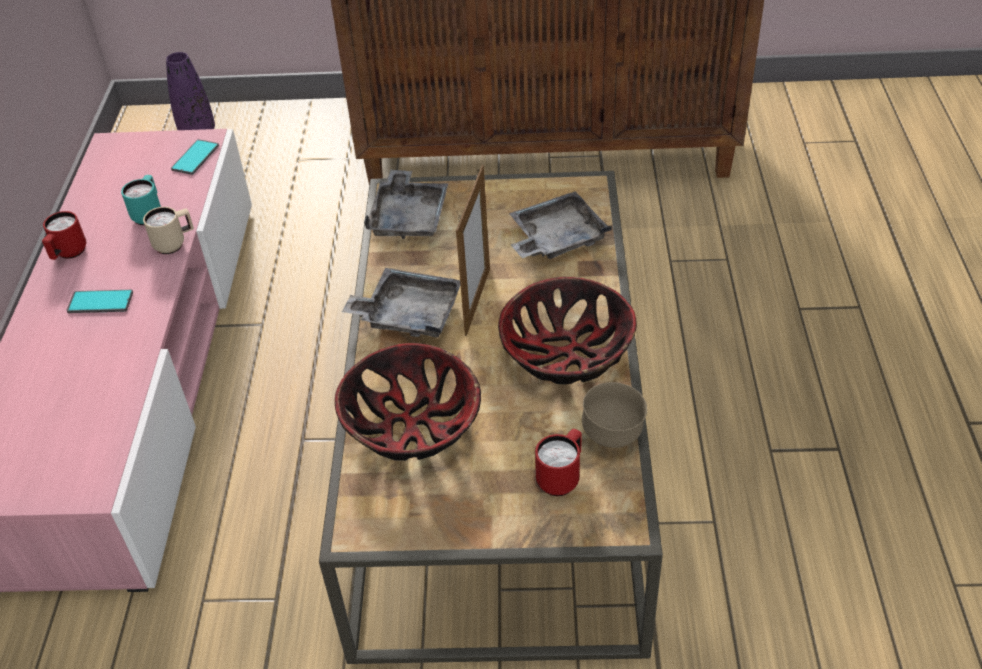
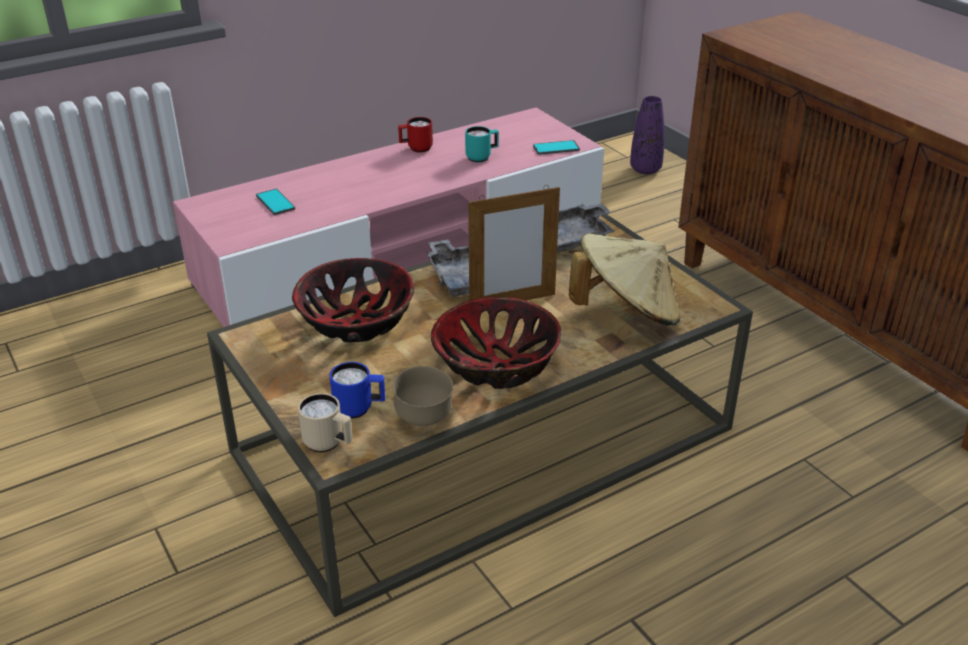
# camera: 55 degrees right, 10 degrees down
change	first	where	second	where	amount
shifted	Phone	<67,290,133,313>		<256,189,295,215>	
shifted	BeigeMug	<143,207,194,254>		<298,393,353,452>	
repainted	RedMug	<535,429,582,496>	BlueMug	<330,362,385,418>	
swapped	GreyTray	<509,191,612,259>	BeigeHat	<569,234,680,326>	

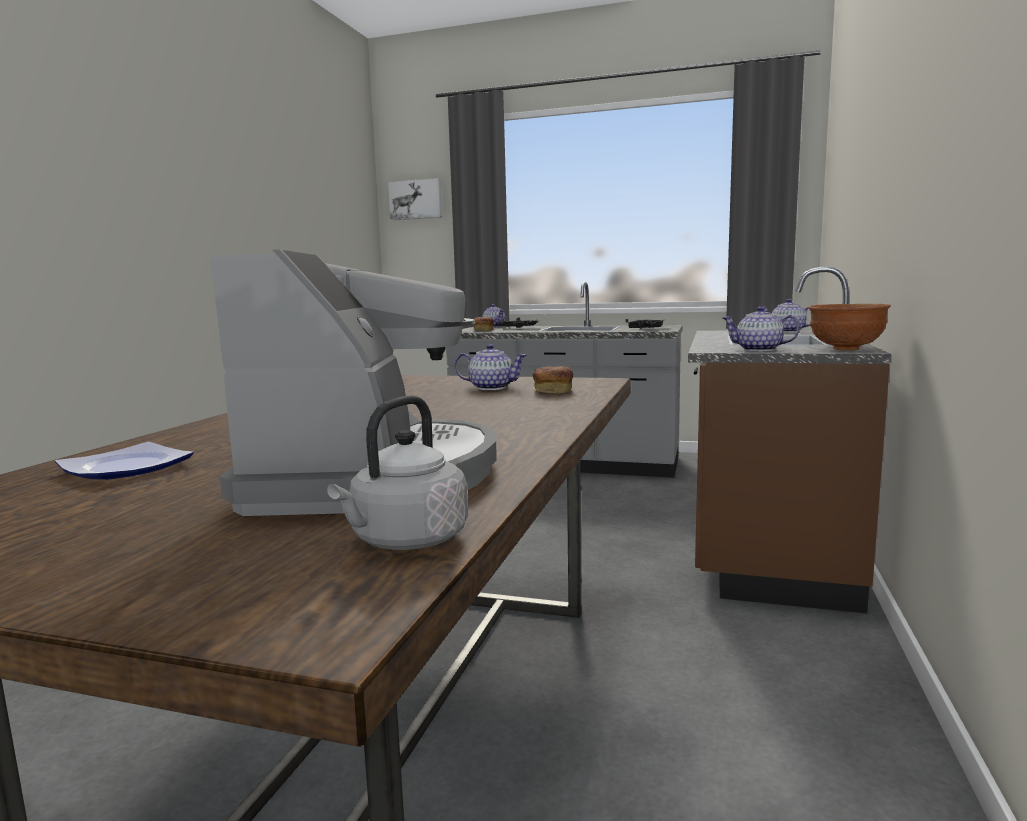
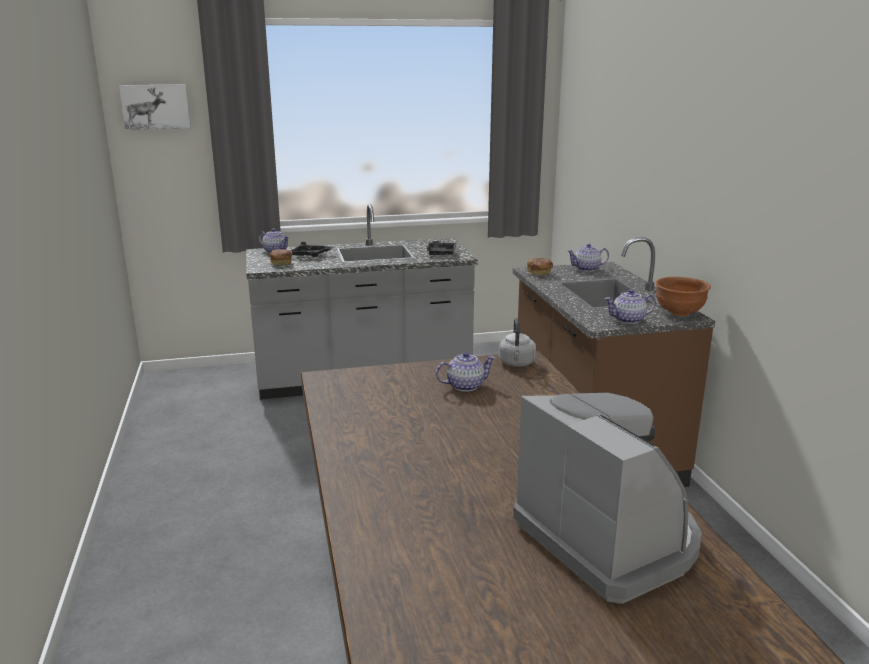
# camera: 30 degrees left, 10 degrees up
change	first	where	second	where	amount
shifted	GreyKettle	<327,395,468,550>		<499,318,536,367>	
shifted	Bread	<533,366,573,394>		<527,258,553,275>	
gone	Plate	<55,442,194,480>			

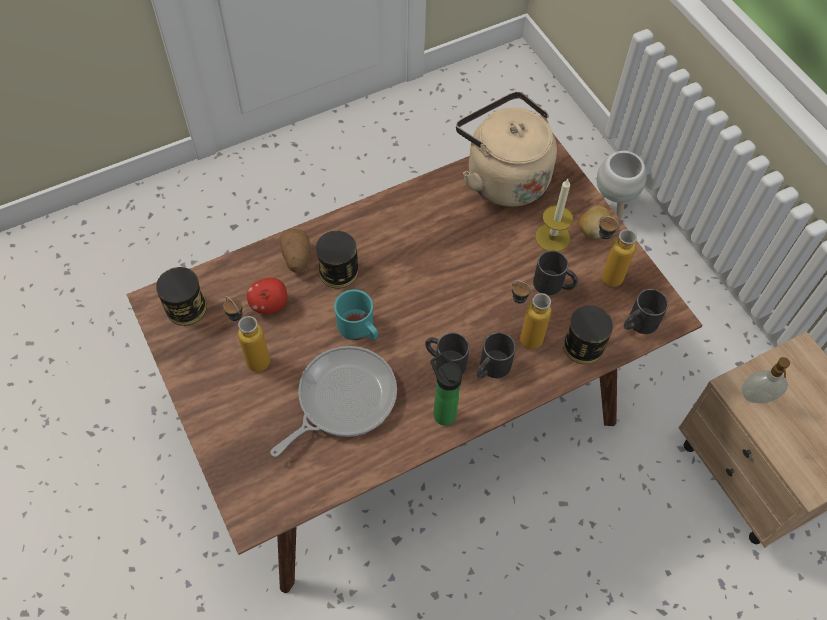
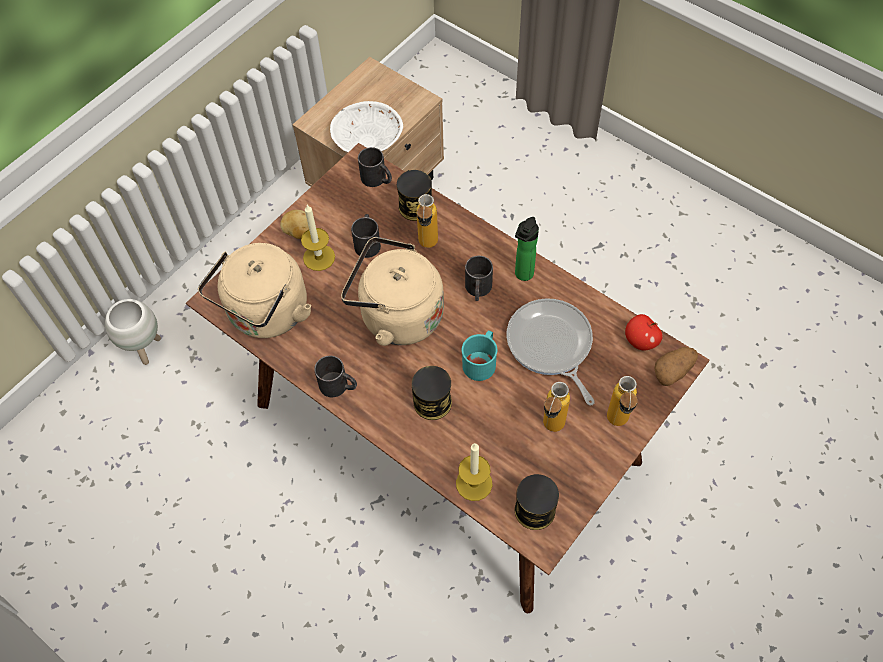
# camera: 110 degrees left, 0 degrees up
change	first	where	second	where	amount
shifted	BlackMug	<477,332,516,379>		<314,356,357,397>	
swapped	SoapDispenser	<742,357,790,403>	WhiteBowl	<330,101,403,152>	
new			BeigeKettle	<341,237,444,346>	
new			Candle	<456,444,492,501>	
rotated	FryingPan	<270,346,397,457>		<506,298,595,406>	45 degrees clockwise
shifted	Bottle	<599,216,637,287>		<607,376,638,426>	
shifted	Apple	<247,278,288,314>		<625,314,663,350>	
shifted	Potato	<280,228,310,273>		<655,347,698,386>	

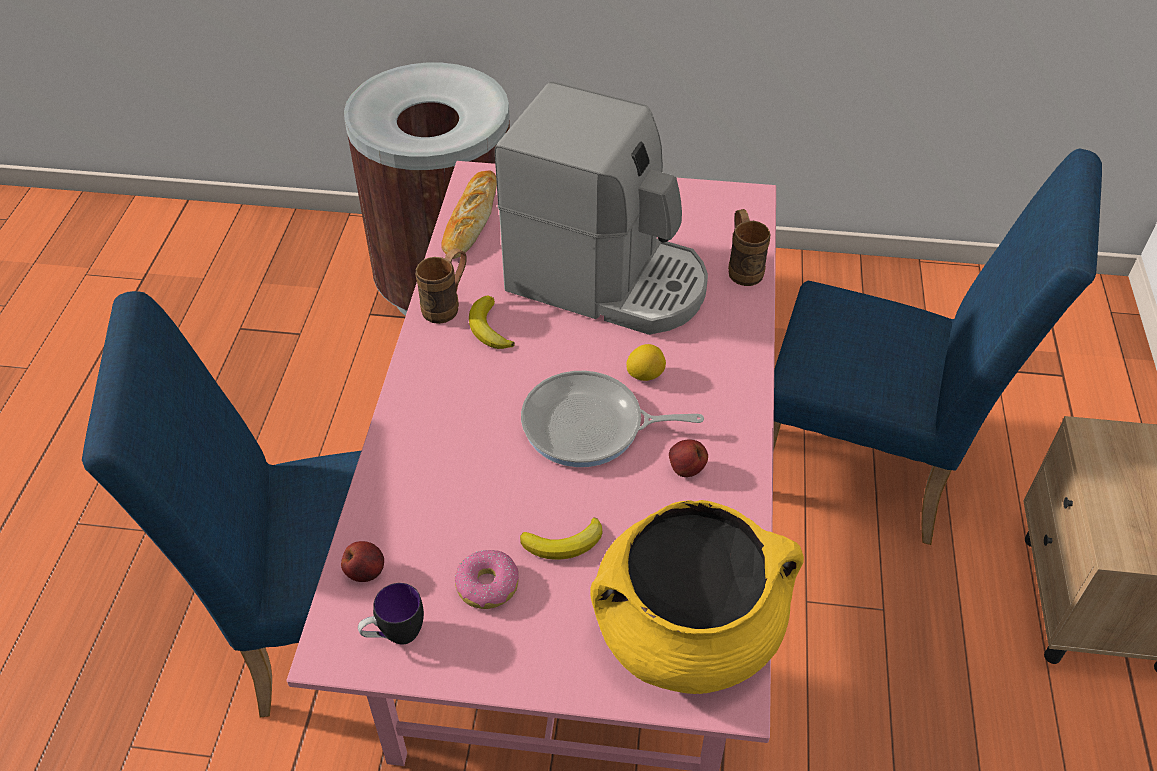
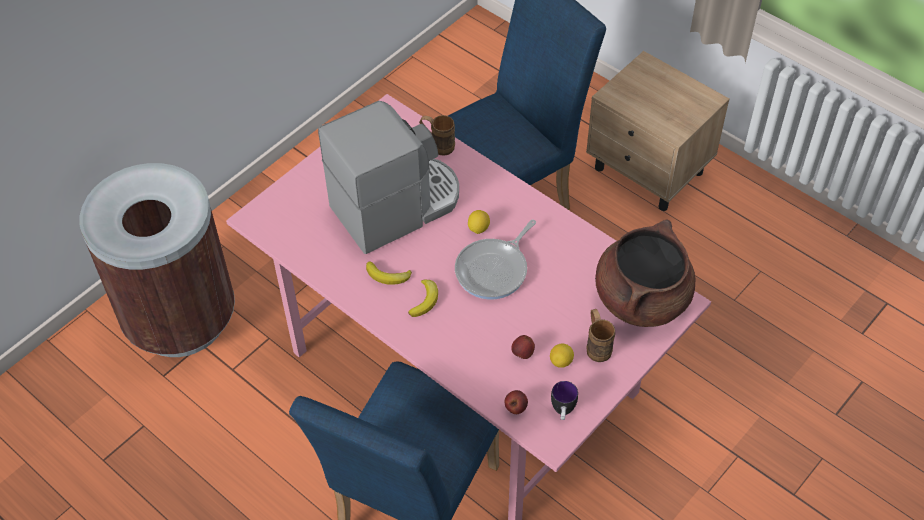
# camera: 55 degrees left, 5 degrees up
change	first	where	second	where	amount
shifted	Banana	<520,517,603,560>		<408,280,438,317>	
shifted	Apple	<669,439,708,477>		<511,335,535,359>	
swapped	Donut	<455,550,519,609>	Lemon	<550,344,574,368>	
shifted	BrownMug	<415,248,467,324>		<587,309,615,362>	
repainted	YellowCookingPot	<590,500,804,694>	BrownCookingPot	<595,219,695,327>	
gone	Bread	<442,170,497,259>			

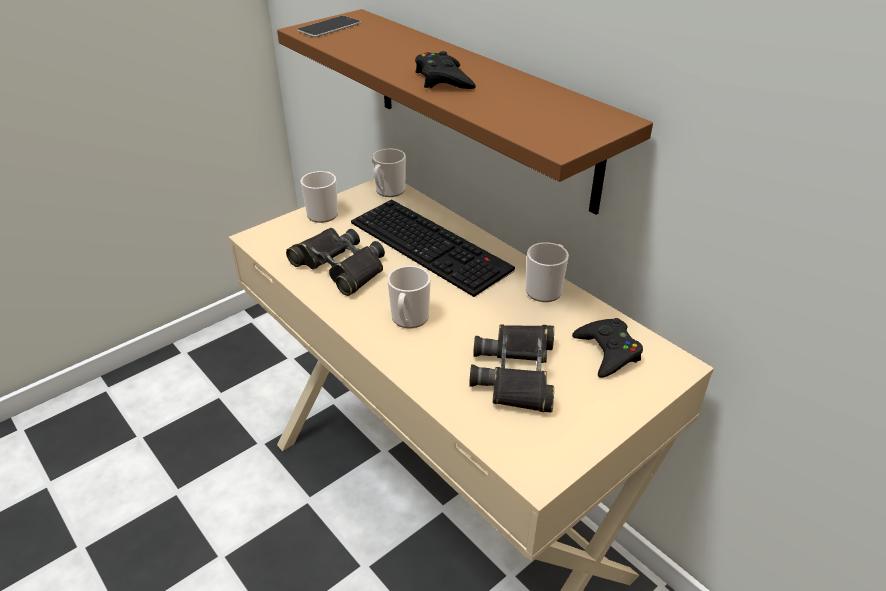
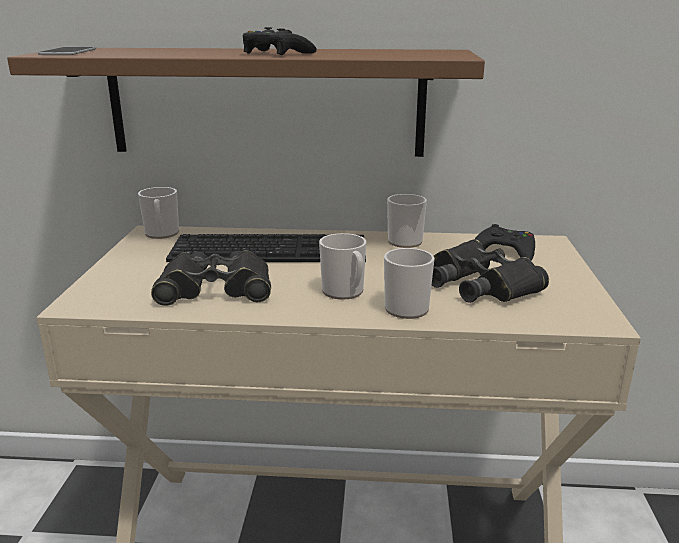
# camera: 45 degrees left, 15 degrees down
change	first	where	second	where	amount
shifted	Mug	<300,171,338,223>		<384,248,435,319>	

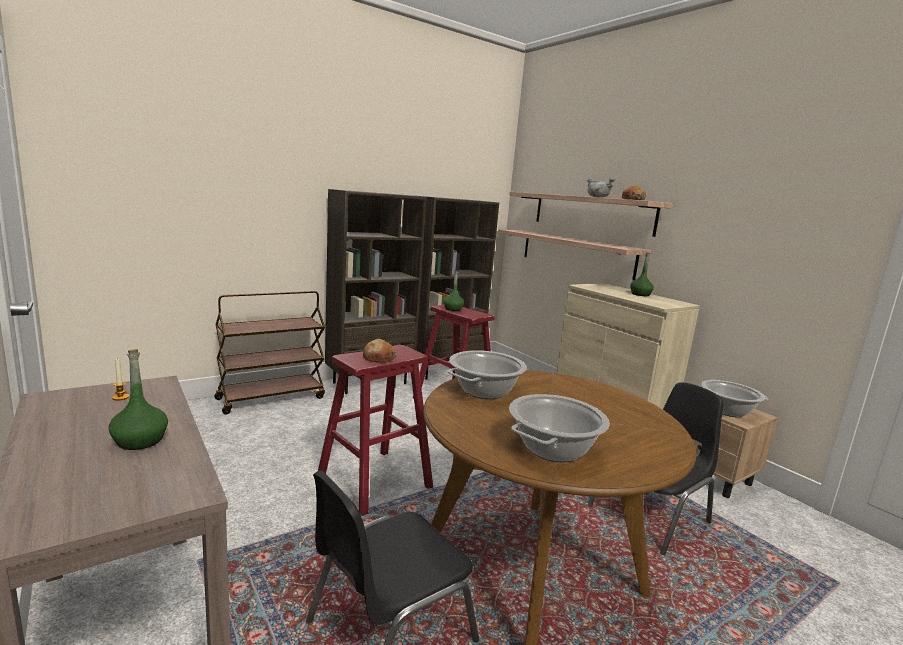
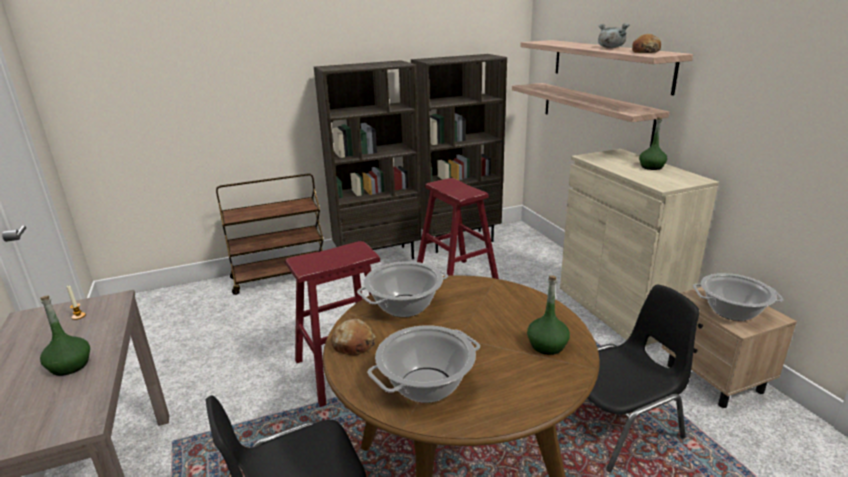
# camera: 15 degrees right, 10 degrees up
change	first	where	second	where	amount
shifted	Bread	<363,339,397,363>		<331,319,376,356>	
shifted	GreenBottle	<444,270,464,311>		<527,275,570,355>	

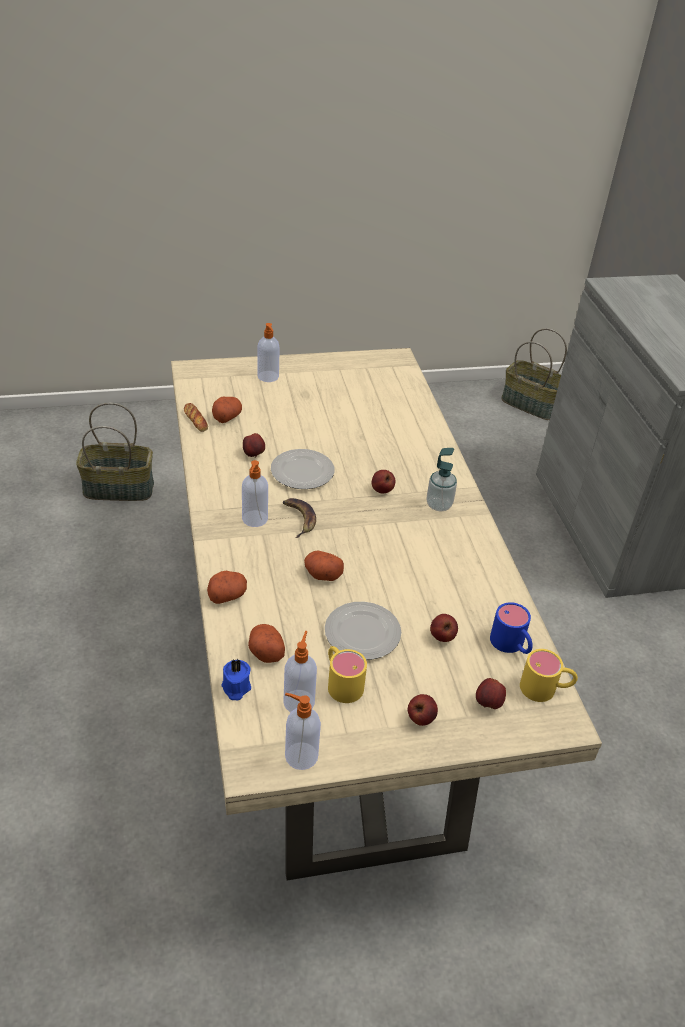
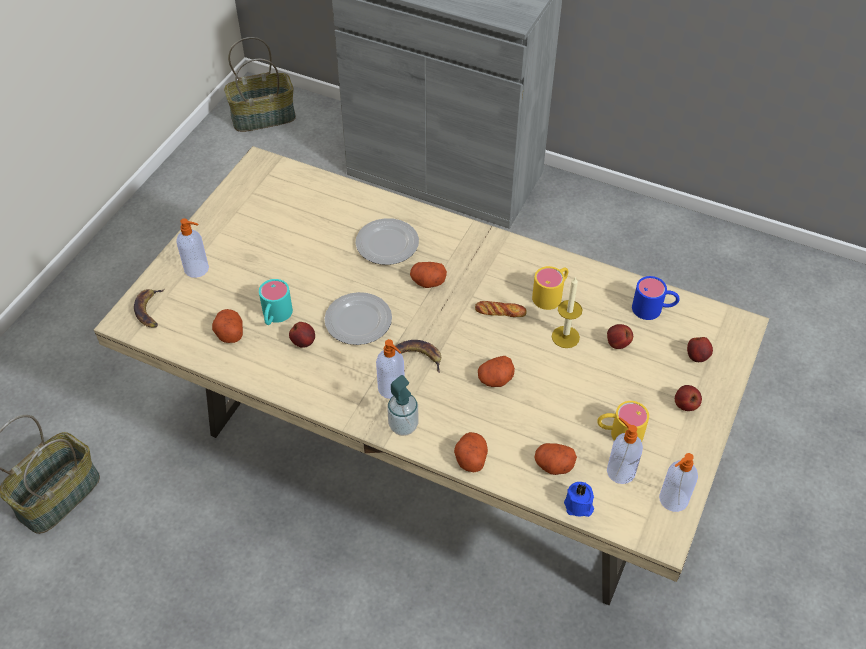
# camera: 50 degrees left, 10 degrees up
change	first	where	second	where	amount
new			Banana	<134,289,164,327>	
new			TurquoiseMug	<259,279,293,325>	
shifted	Plate	<325,602,402,660>		<355,218,419,265>	
shifted	SoapDispenser	<427,448,457,512>		<387,375,419,436>	
swapped	Apple	<372,470,395,493>	Potato	<410,262,447,288>	
shifted	Bread	<184,403,208,432>		<475,301,527,317>	
shifted	YellowMug	<520,649,578,702>		<532,266,568,310>	
new			Candle	<552,276,583,348>	

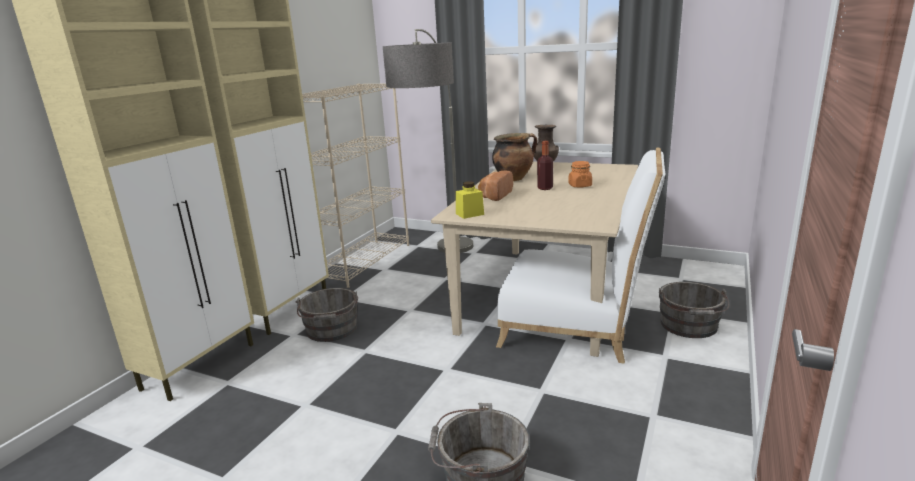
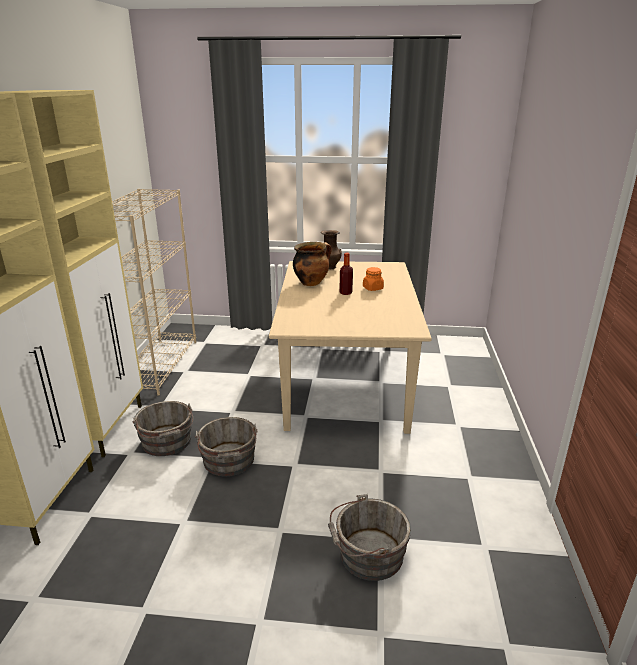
# camera: 20 degrees left, 5 degrees up
change	first	where	second	where	amount
shifted	GreyBucket	<659,282,729,338>		<195,417,258,476>	
gone	FloorLamp	<383,29,473,253>			
gone	YellowJar	<456,181,484,219>			
gone	Bread	<478,171,513,201>			
gone	WhiteChair	<496,147,665,364>			

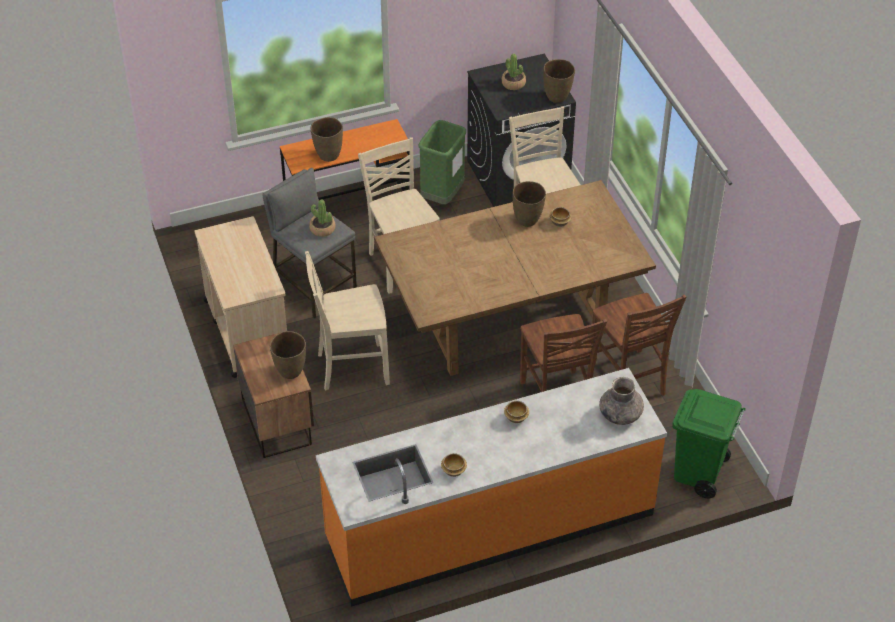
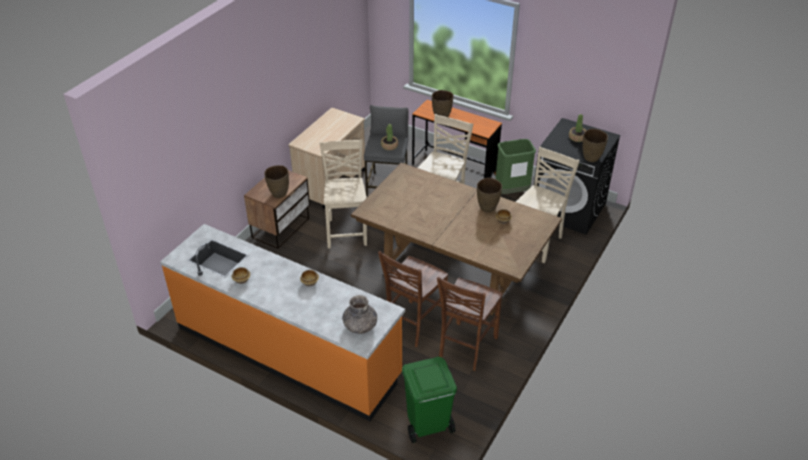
# camera: 50 degrees right, 5 degrees down
change	first	where	second	where	amount
rotated	BeigeChair	<305,251,390,390>		<320,139,367,248>	45 degrees clockwise

